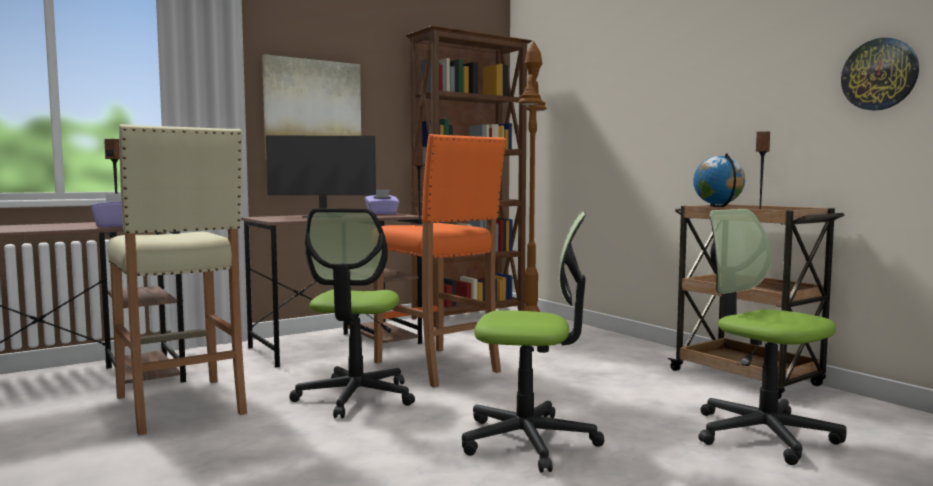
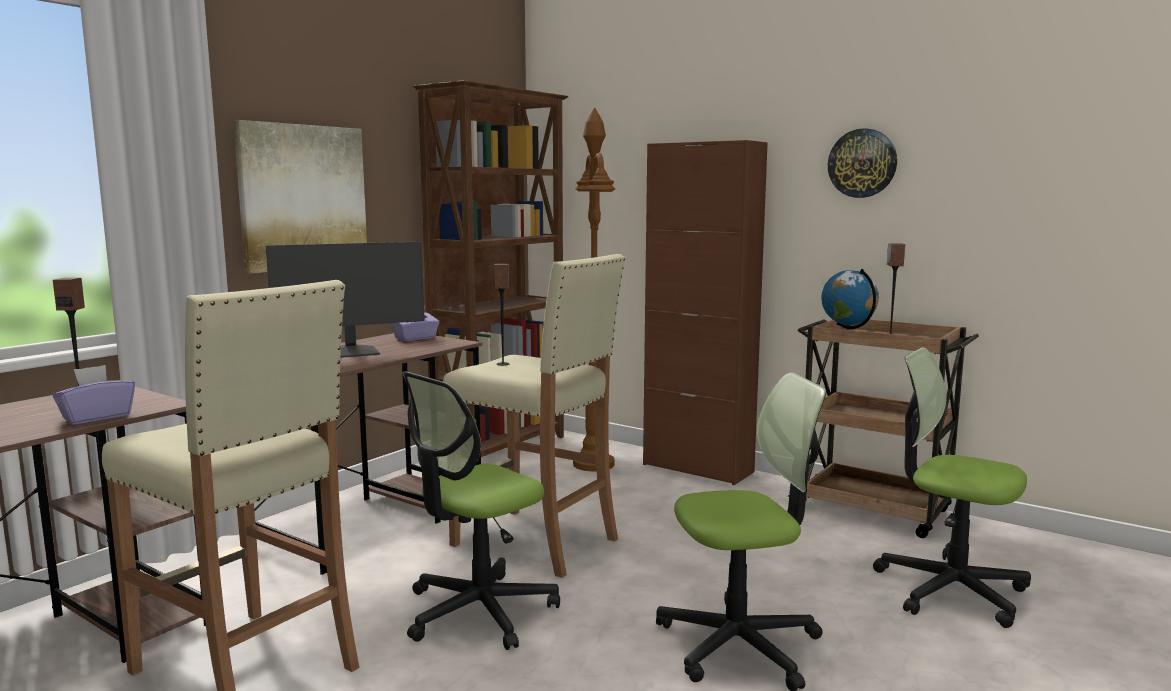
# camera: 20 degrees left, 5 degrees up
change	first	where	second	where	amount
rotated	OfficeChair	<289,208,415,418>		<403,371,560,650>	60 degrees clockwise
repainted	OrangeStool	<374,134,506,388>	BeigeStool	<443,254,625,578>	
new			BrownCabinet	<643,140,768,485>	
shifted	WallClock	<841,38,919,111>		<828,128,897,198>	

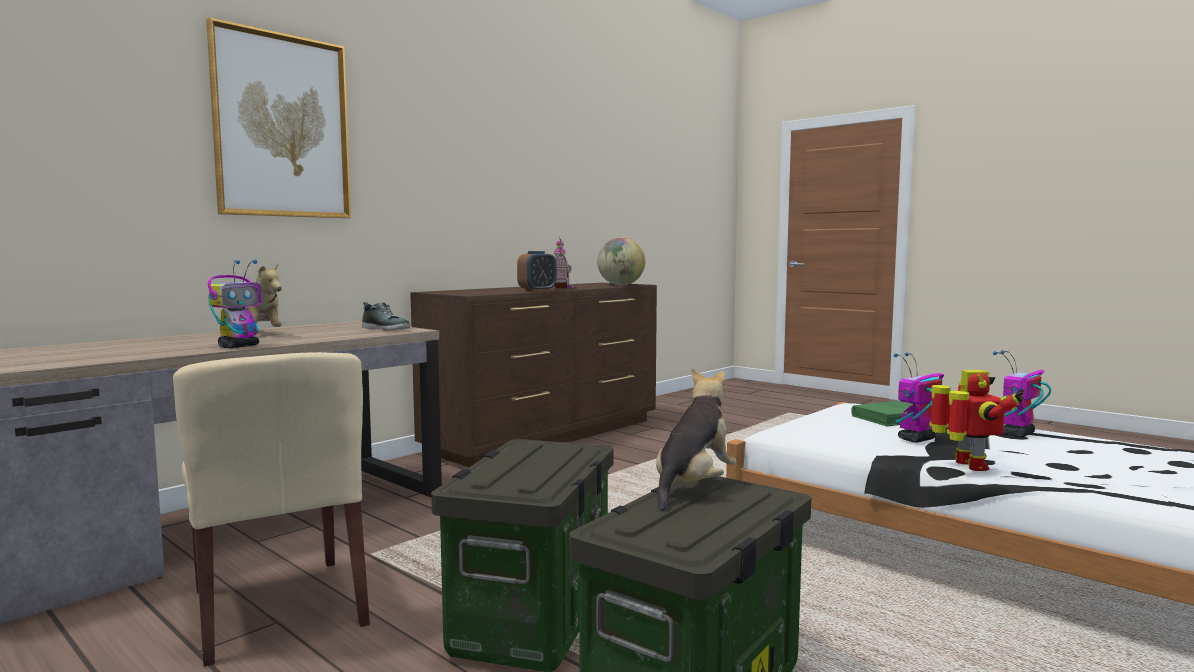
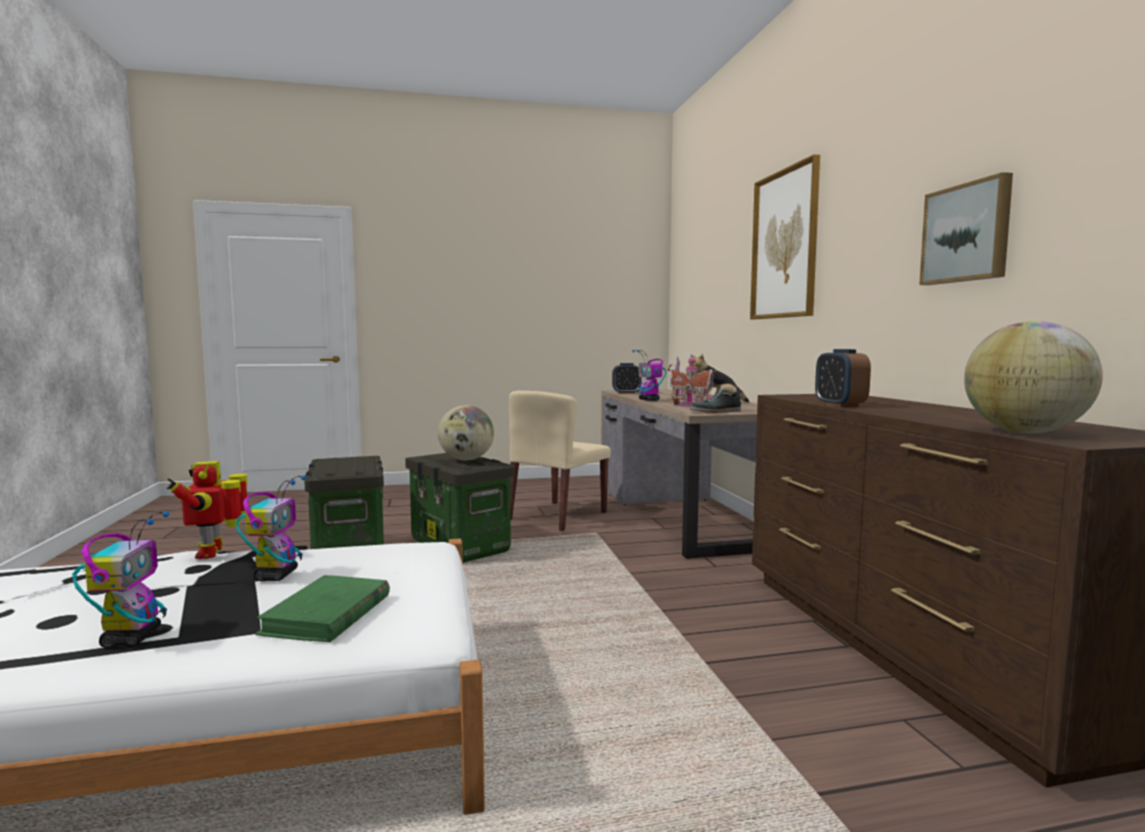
# camera: 125 degrees right, 0 degrees up
change	first	where	second	where	amount
rotated	ToyRobot	<930,370,1024,471>		<167,461,247,559>	45 degrees clockwise
new			Globe	<438,405,494,461>	
rotated	BeigeChair	<173,352,370,667>		<509,391,611,531>	60 degrees counterclockwise
new			AlarmClock	<612,363,642,394>	
shifted	ToyHouse	<554,237,574,289>		<667,354,716,406>	
new			Picture	<919,172,1013,285>	
gone	PlushToy	<656,368,737,511>			

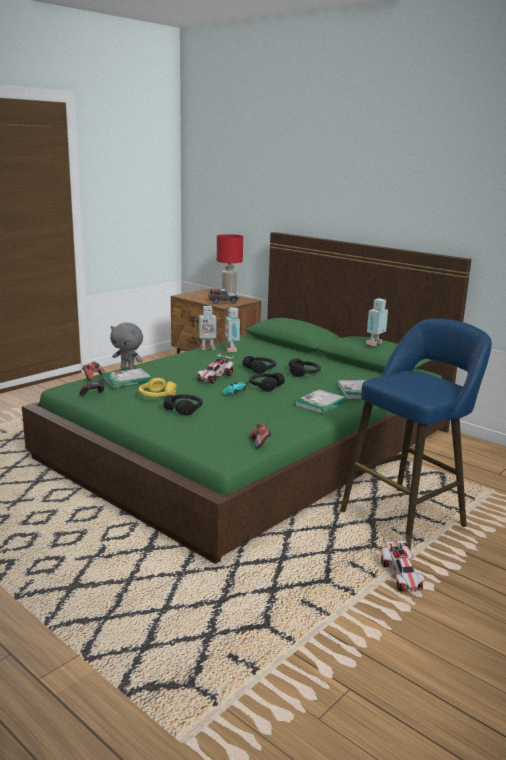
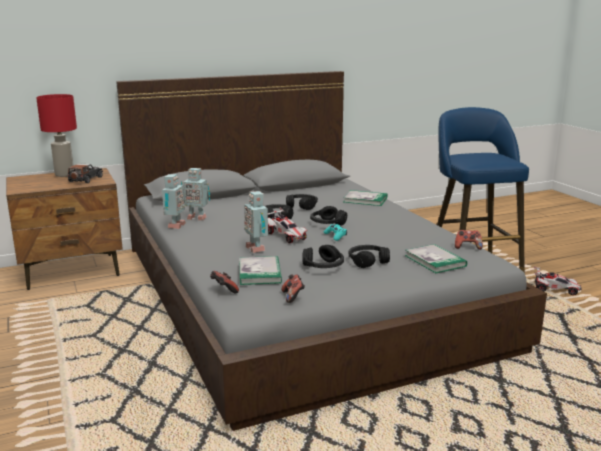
# camera: 65 degrees left, 0 degrees up
change	first	where	second	where	amount
repainted	GreenBed	<22,232,472,564>	GreyBed	<116,71,547,431>	
shifted	ToyRobot	<366,298,388,346>		<244,191,268,253>	
repainted	YellowHeadphones	<139,378,177,397>	BlackHeadphones	<302,245,344,268>	
shifted	Book	<294,389,347,414>		<405,244,467,273>	
gone	GreyPlushToy	<110,323,143,370>			

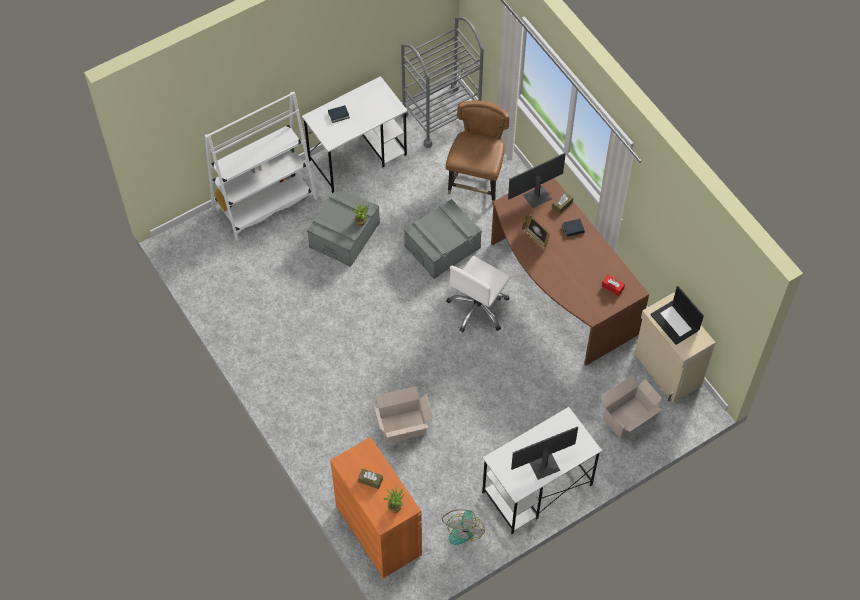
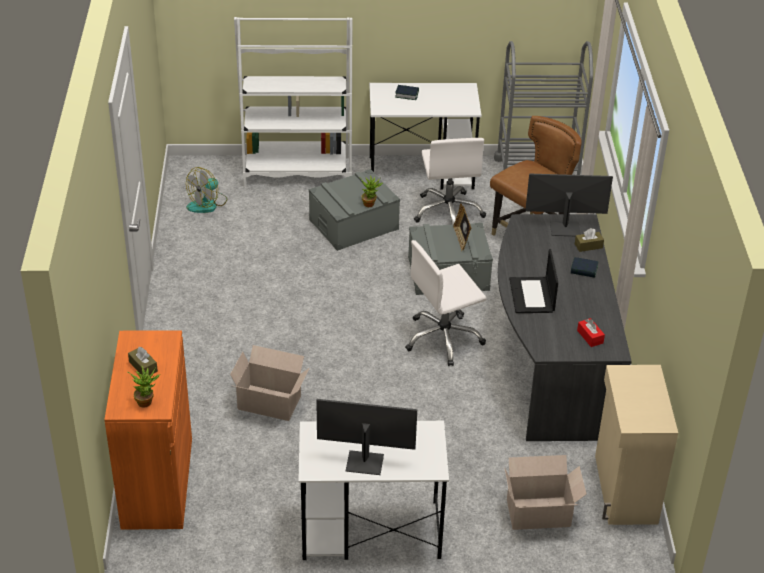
# camera: 30 degrees right, 20 degrees down
change	first	where	second	where	amount
shifted	Fan	<442,509,485,545>		<186,167,227,213>	
new			WhiteOfficeChair	<414,138,486,225>	
shifted	PictureFrame	<522,214,550,251>		<453,204,471,251>	
repainted	BrownDesk	<491,178,650,366>	GreyDesk	<498,214,632,441>	
shifted	Laptop	<650,286,704,345>		<509,249,558,313>	

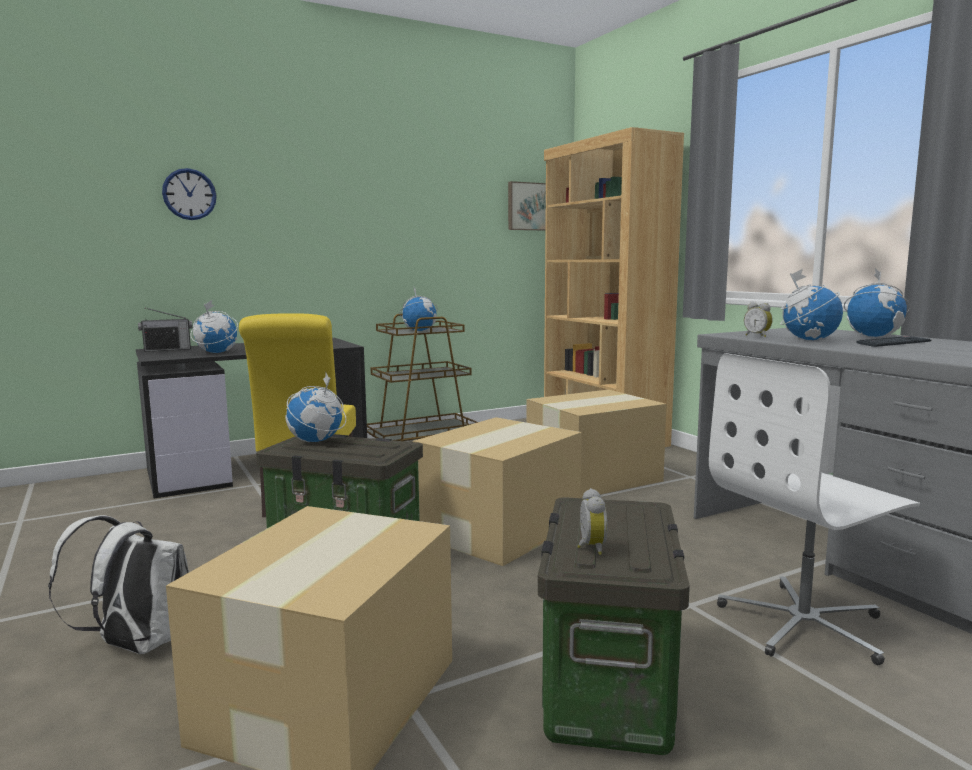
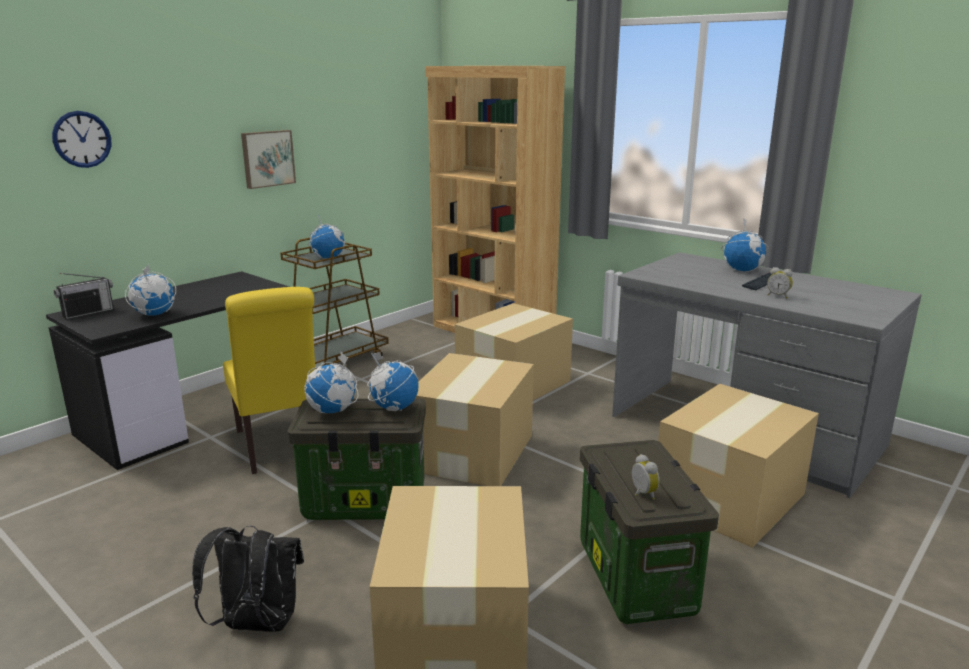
# camera: 20 degrees left, 10 degrees up
change	first	where	second	where	amount
repainted	WhiteBackpack	<48,515,189,654>	BlackBackpack	<192,525,304,632>	
shifted	Picture	<508,181,546,231>		<241,130,296,189>	
shifted	Globe	<780,269,843,340>		<367,352,419,411>	
swapped	WhiteOfficeChair	<709,353,920,665>	CardboardBox	<658,384,819,548>	
shifted	AlarmClock	<744,302,773,337>		<767,267,793,299>	

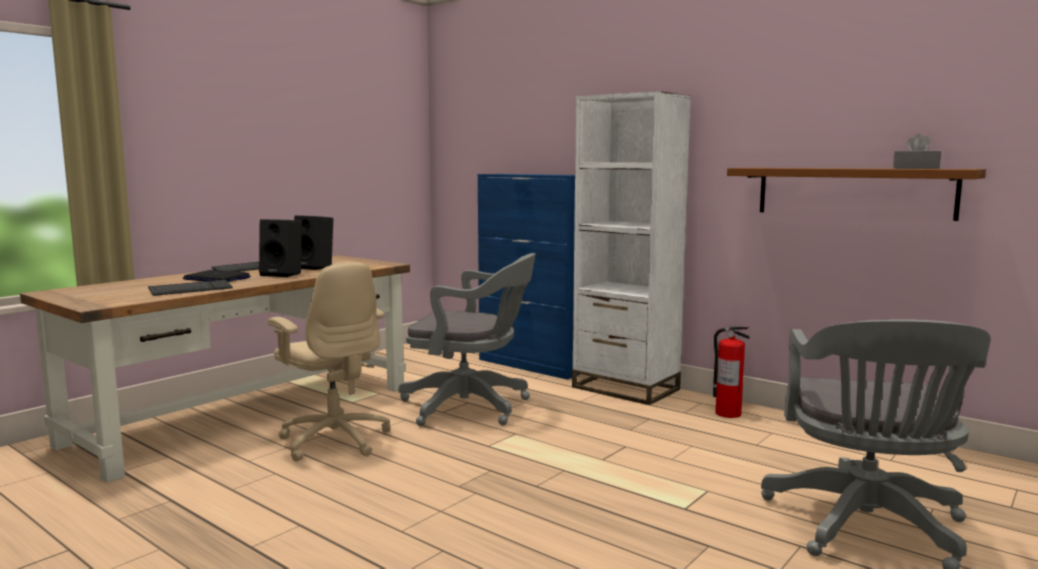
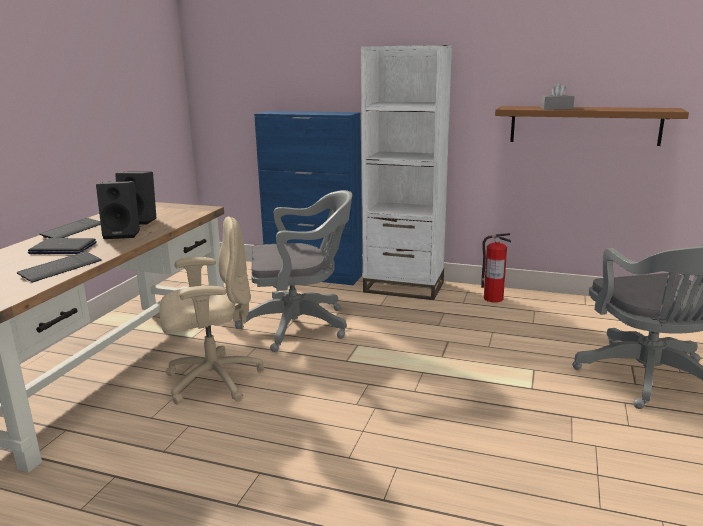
# camera: 20 degrees left, 10 degrees up
change	first	where	second	where	amount
rotated	BeigeOfficeChair	<268,262,391,461>		<160,217,264,404>	45 degrees counterclockwise
shifted	GreyTissueBox	<893,134,941,169>		<541,83,575,110>	

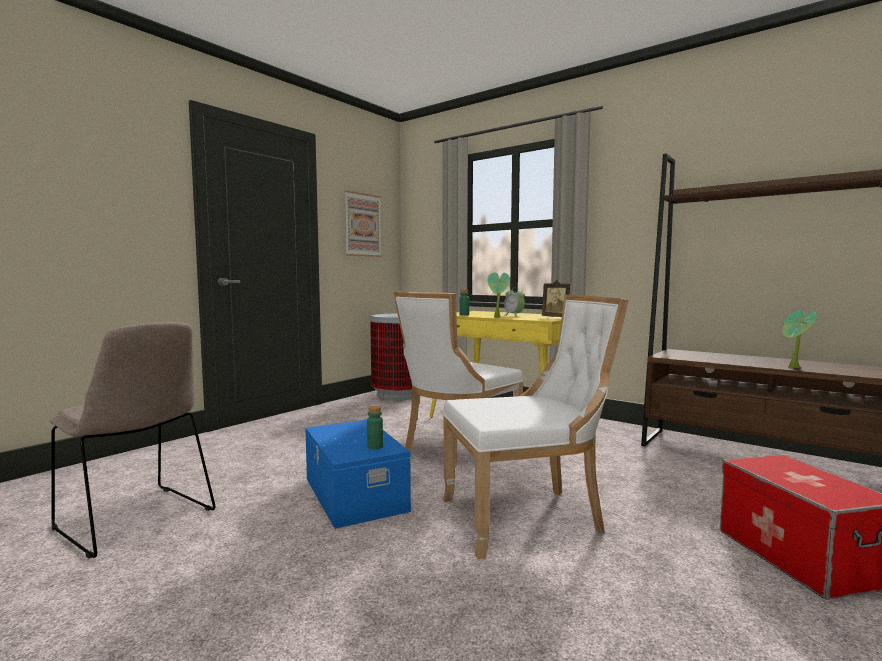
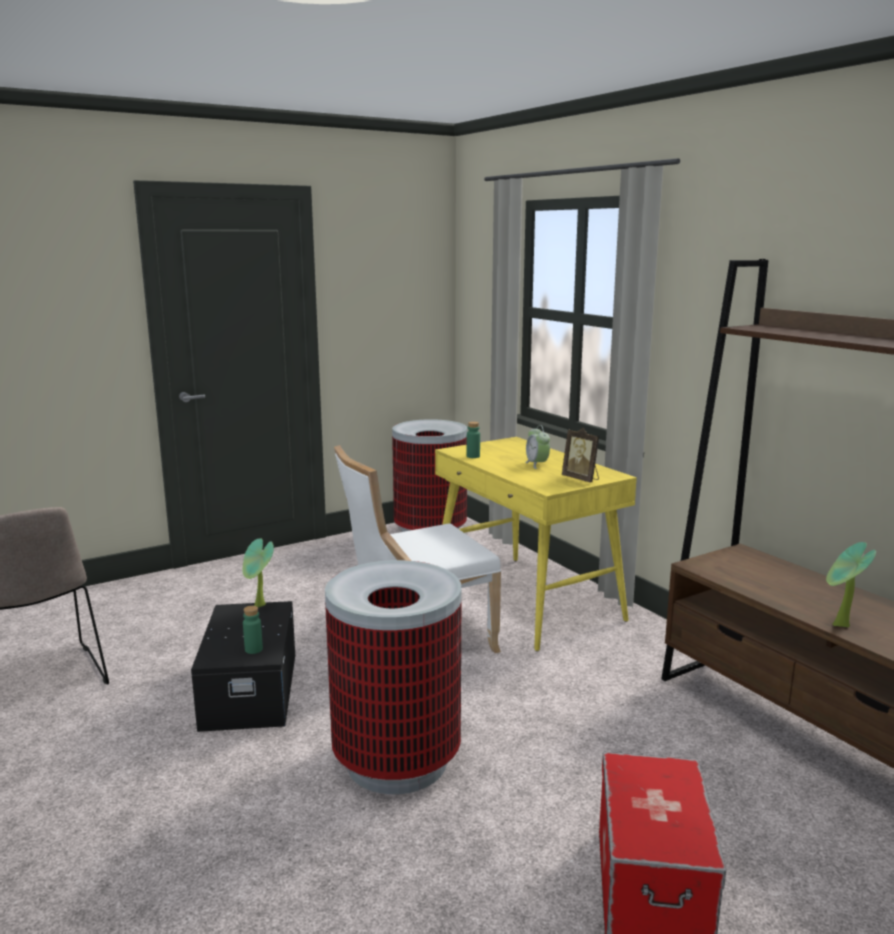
# camera: 20 degrees right, 10 degrees up
change	first	where	second	where	amount
repainted	BlueStorageBox	<305,420,411,529>	BlackStorageBox	<191,601,295,732>	
shifted	PottedPlant	<487,272,510,318>		<243,538,274,607>	
swapped	WhiteChair	<442,295,628,559>	TrashCan	<325,560,461,794>	
gone	Picture	<344,190,382,257>			

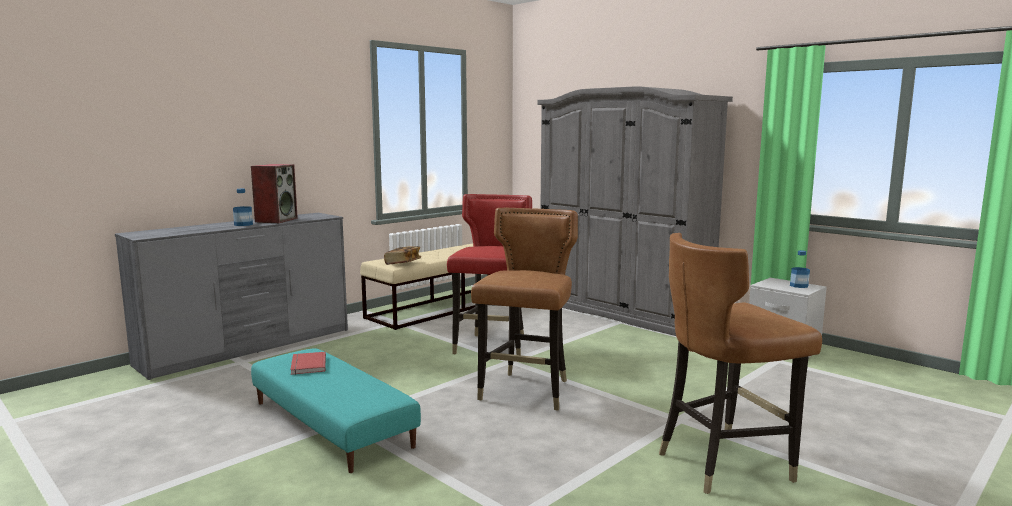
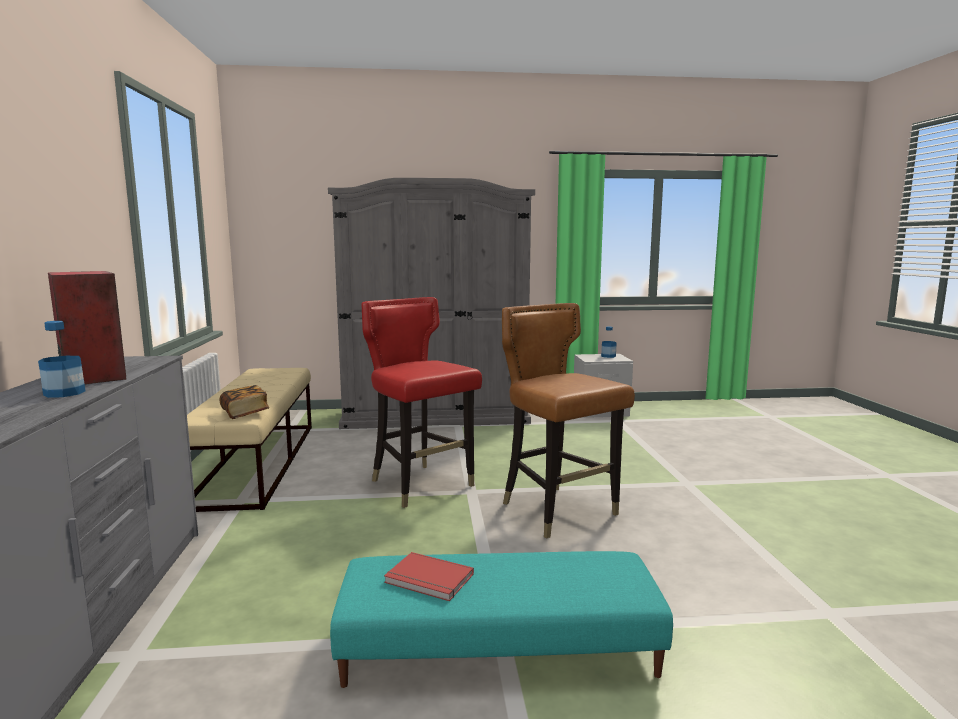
# camera: 50 degrees left, 0 degrees up
change	first	where	second	where	amount
gone	BrownChair	<659,233,822,494>			

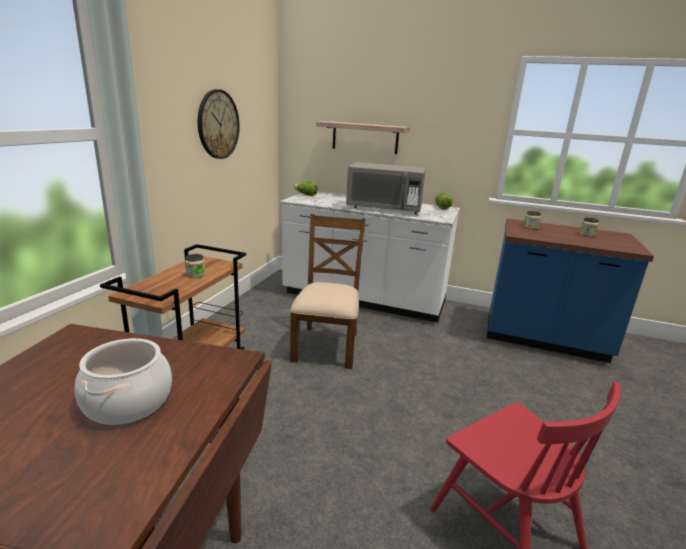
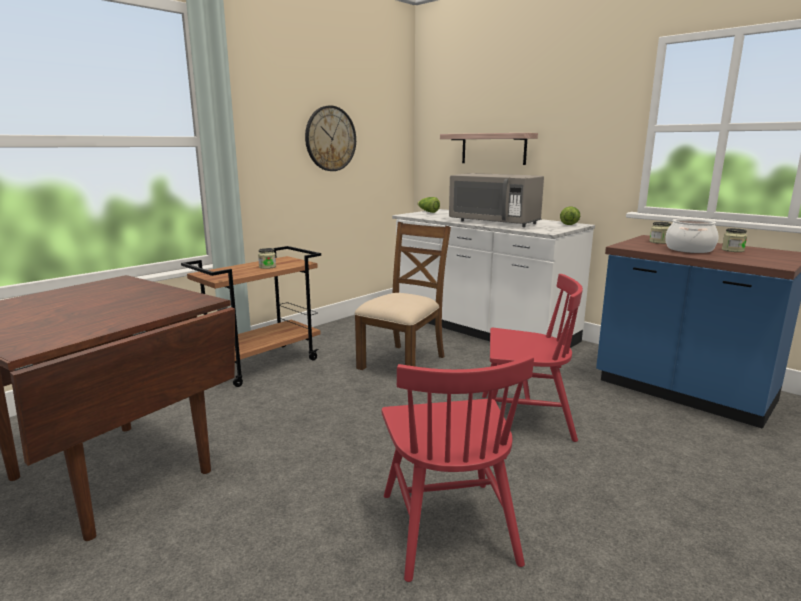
# camera: 25 degrees right, 5 degrees down
change	first	where	second	where	amount
new			RedChair	<482,274,583,442>	
shifted	CookingPot	<74,338,172,425>		<665,219,718,253>	

